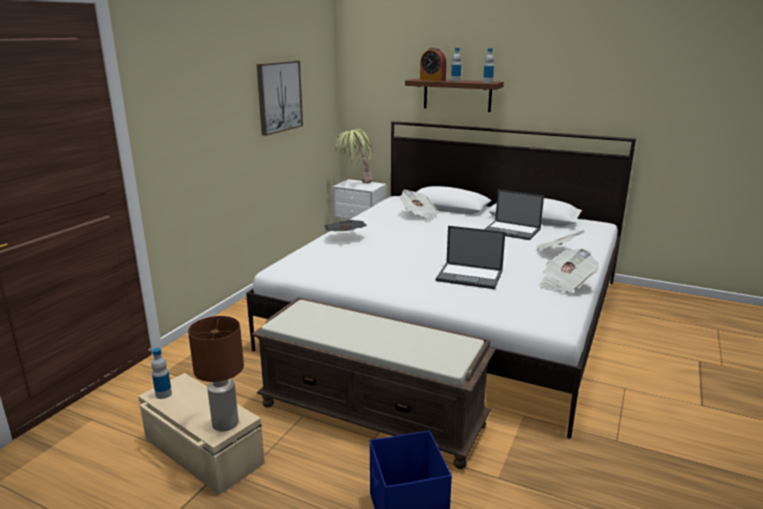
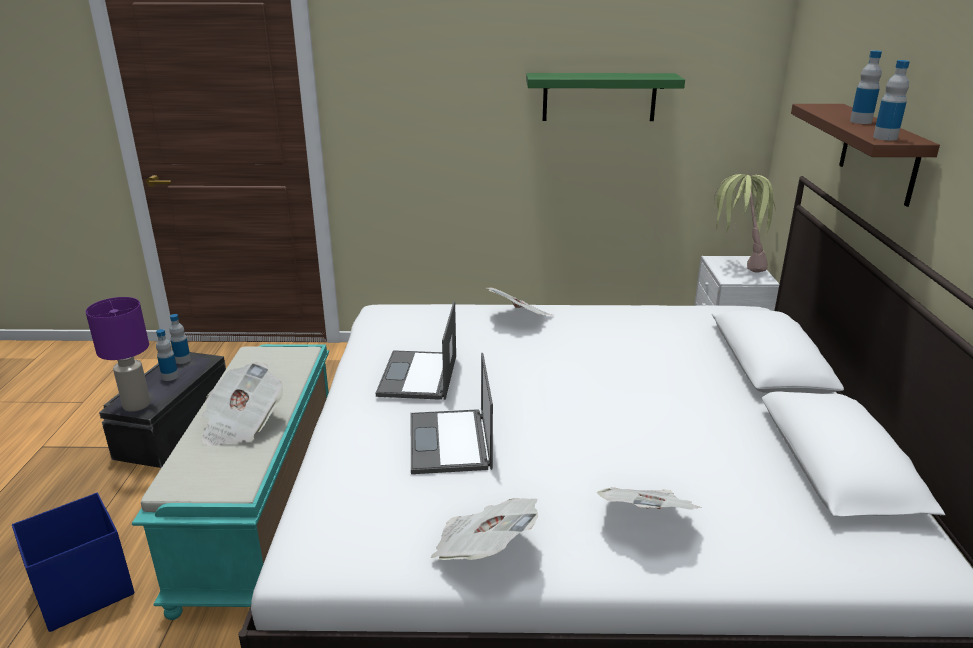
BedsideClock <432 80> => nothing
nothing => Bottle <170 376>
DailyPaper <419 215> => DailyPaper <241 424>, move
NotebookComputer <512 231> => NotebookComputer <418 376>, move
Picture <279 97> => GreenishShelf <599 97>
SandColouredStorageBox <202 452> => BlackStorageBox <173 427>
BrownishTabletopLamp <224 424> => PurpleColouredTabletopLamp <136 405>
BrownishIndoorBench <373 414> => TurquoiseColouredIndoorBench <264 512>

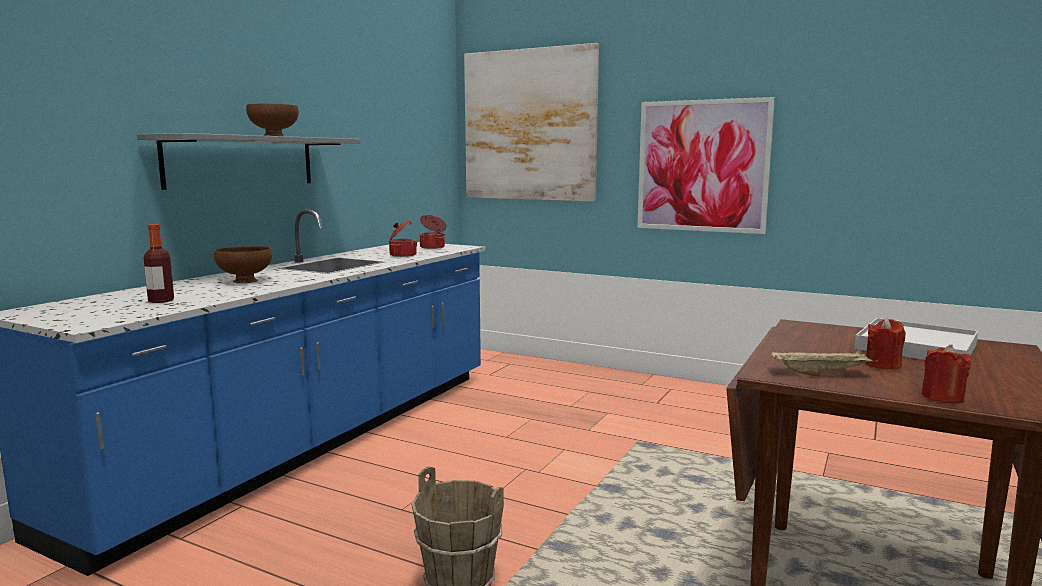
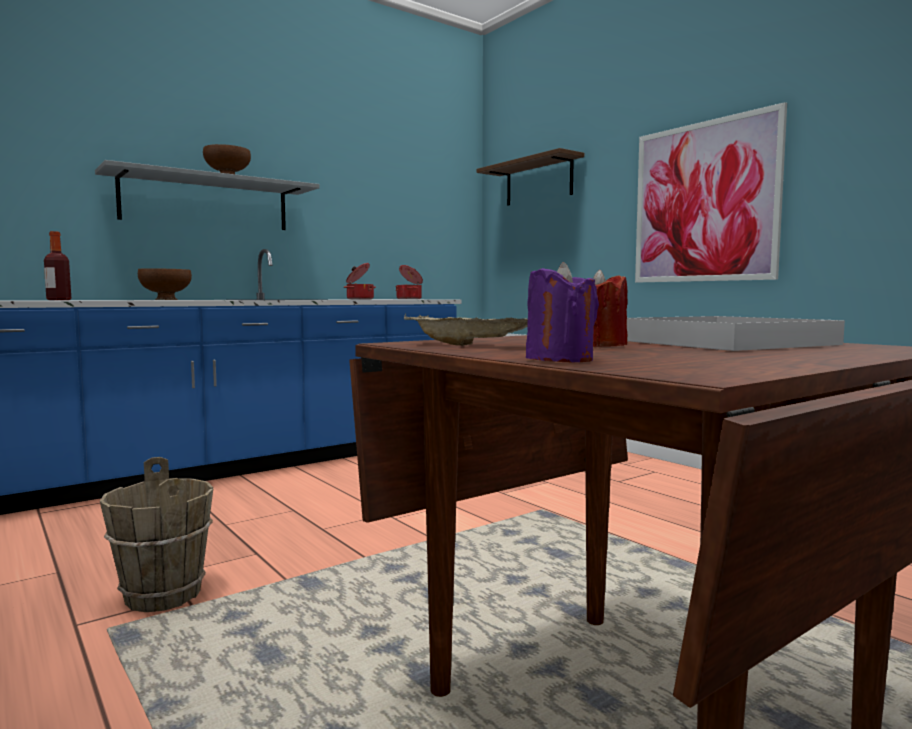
Picture <529 125> => Shelf <538 181>
RedColouredCandle <942 397> => PurpleColouredCandle <560 359>

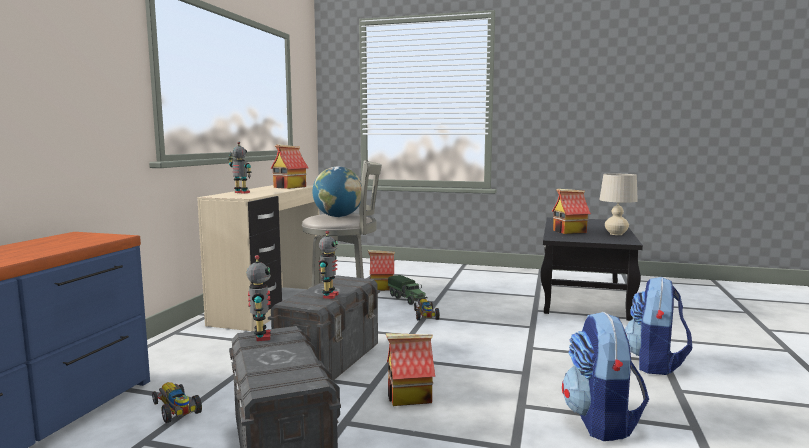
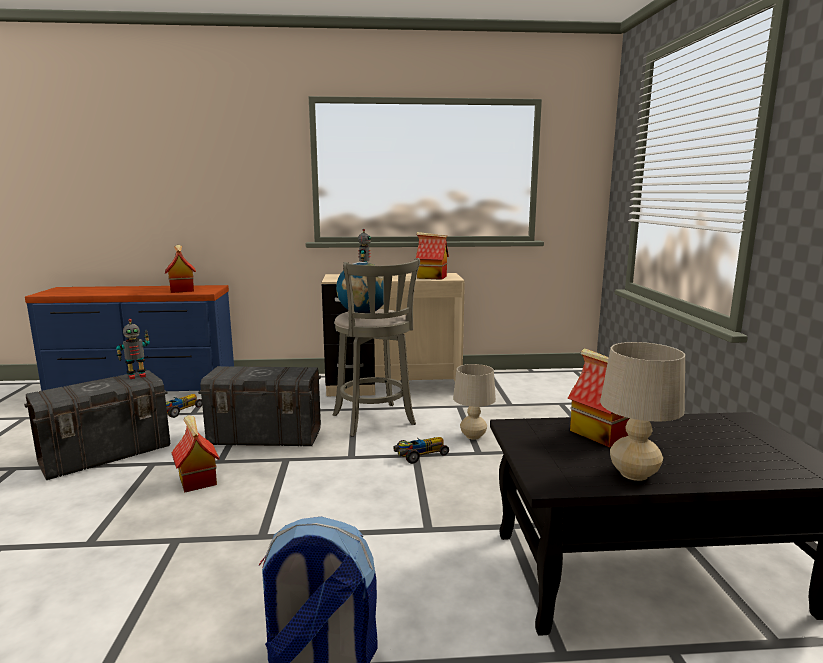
ToyRobot <329 296> => nothing
Backpack <601 422> => nothing
MiniatureHouse <381 288> => MiniatureHouse <181 290>, move
ModelTruck <407 299> => SandColouredTabletopLamp <473 436>

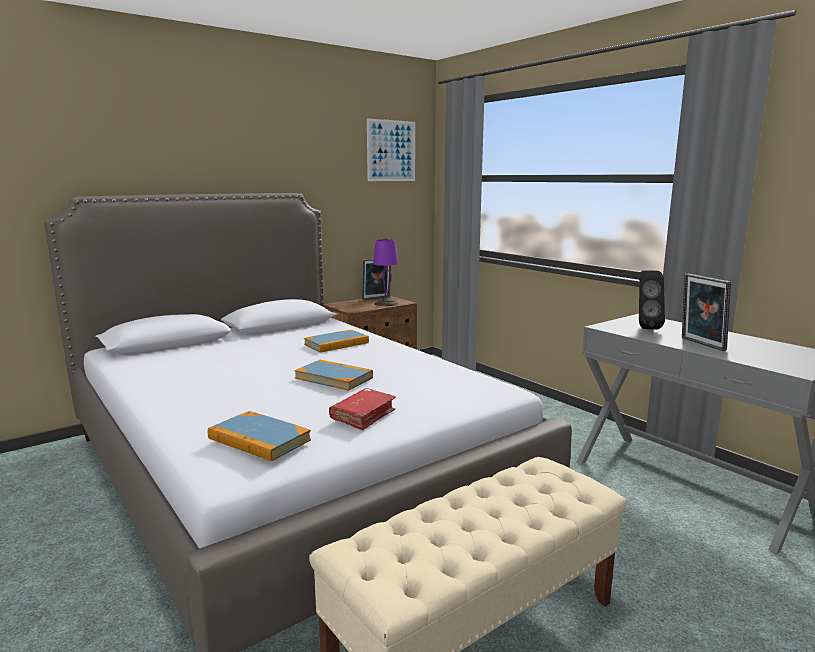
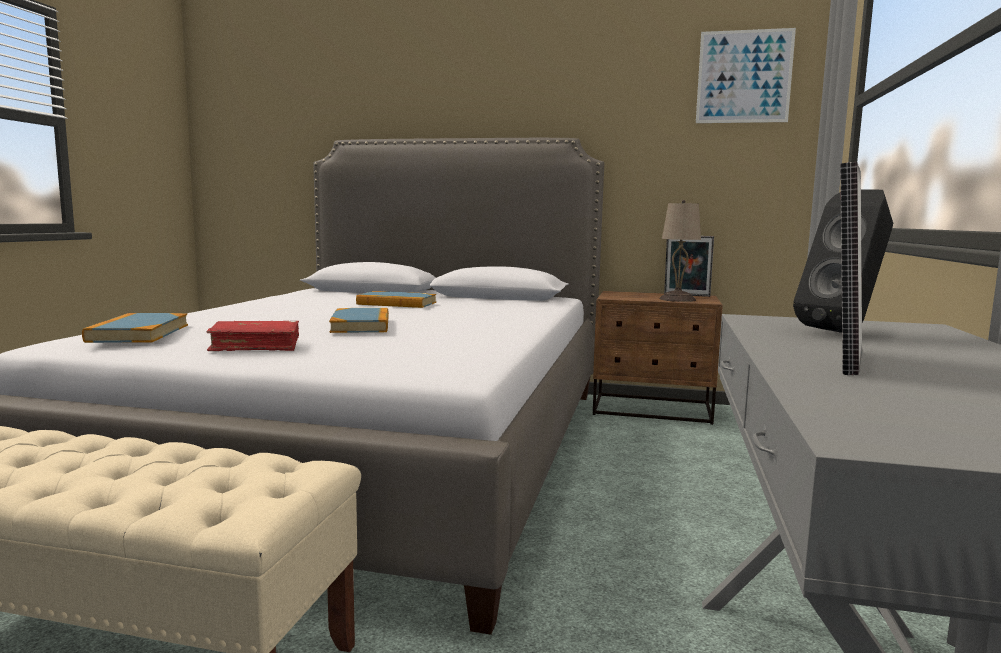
Book <336 344> => Book <396 303>, move
PurpleColouredTabletopLamp <386 303> => SandColouredTabletopLamp <677 299>

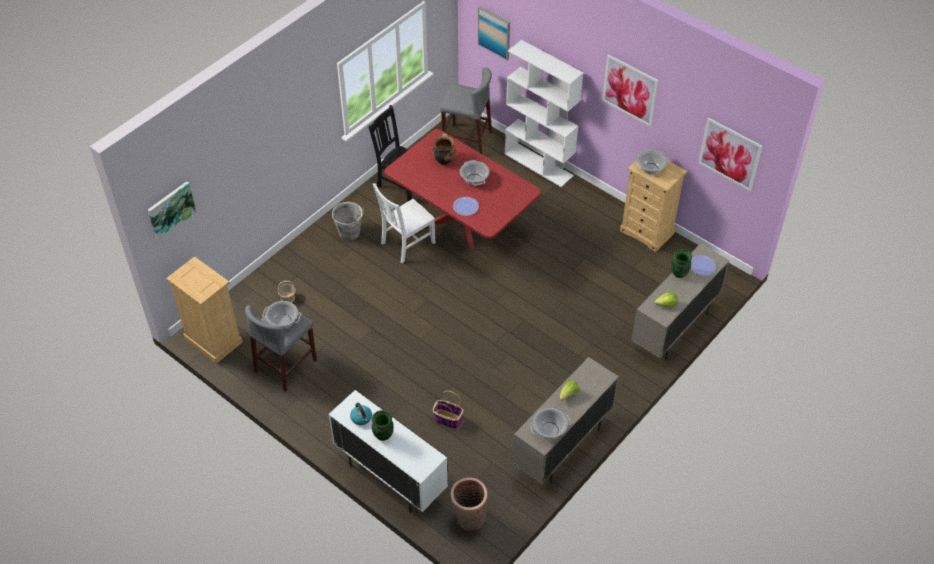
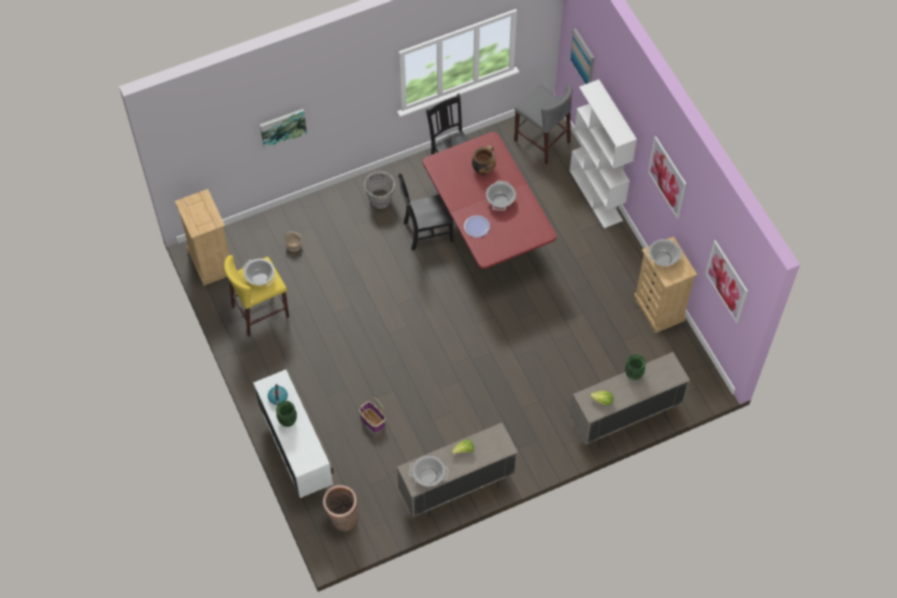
Plate <702 265> => nothing
Picture <171 210> => Picture <282 127>, move
GraySittingStool <286 366> => YellowishSittingStool <260 312>
WhiteUprightChair <406 244> => BlackUprightChair <426 232>

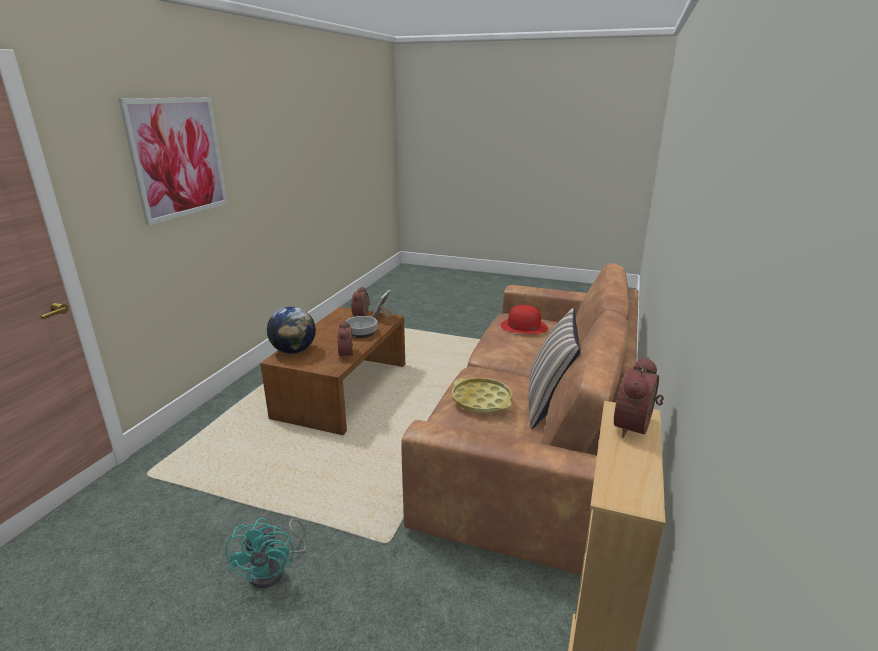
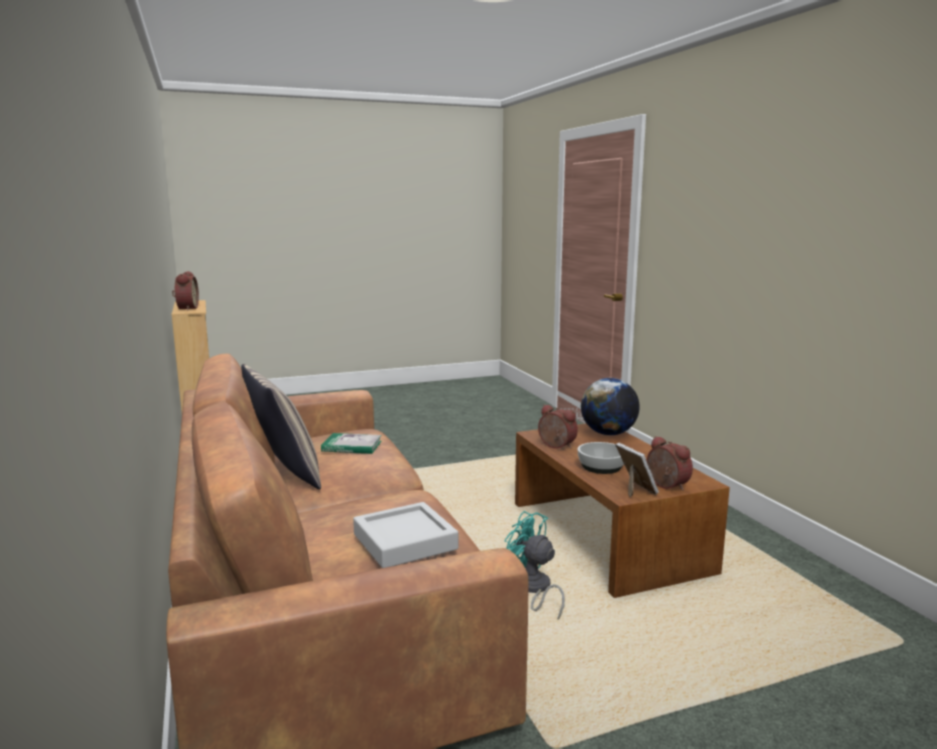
Picture <178 158> => nothing
TurquoiseColouredFan <274 569> => TurquoiseColouredFan <533 590>, move
YellowishServingTray <481 400> => Book <352 446>
RedColouredHat <523 326> => GrayServingTray <405 542>

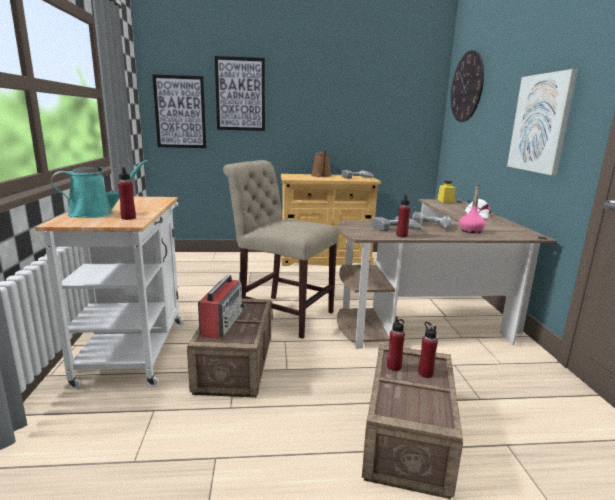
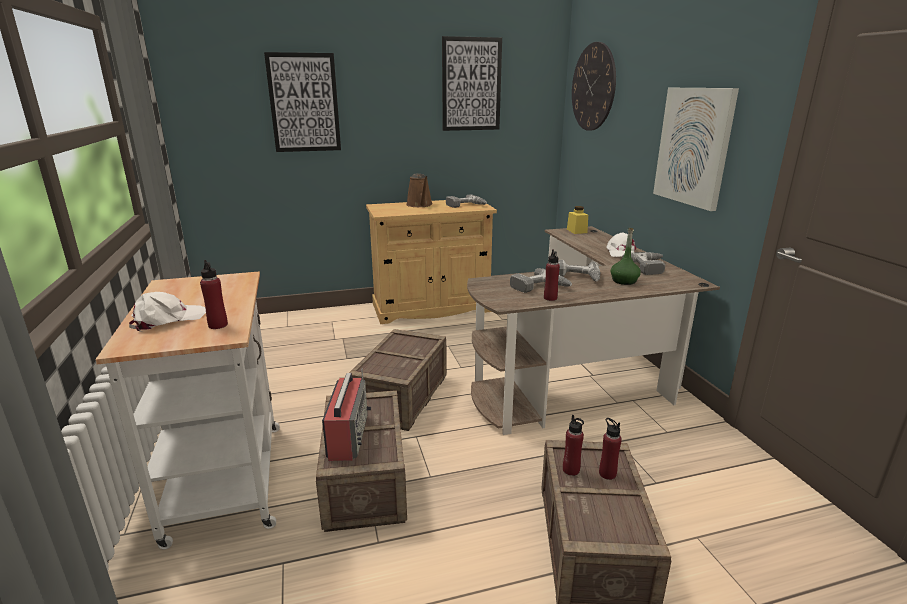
nothing => PowerDrill <650 267>
Picture <180 112> => Picture <471 84>, move
TurquoiseColouredWateringPot <96 213> => WhiteCap <167 320>
SandColouredUprightChair <281 314> => ShippingCrate <401 397>
PinkColouredBottle <471 231> => GreenishBottle <624 281>

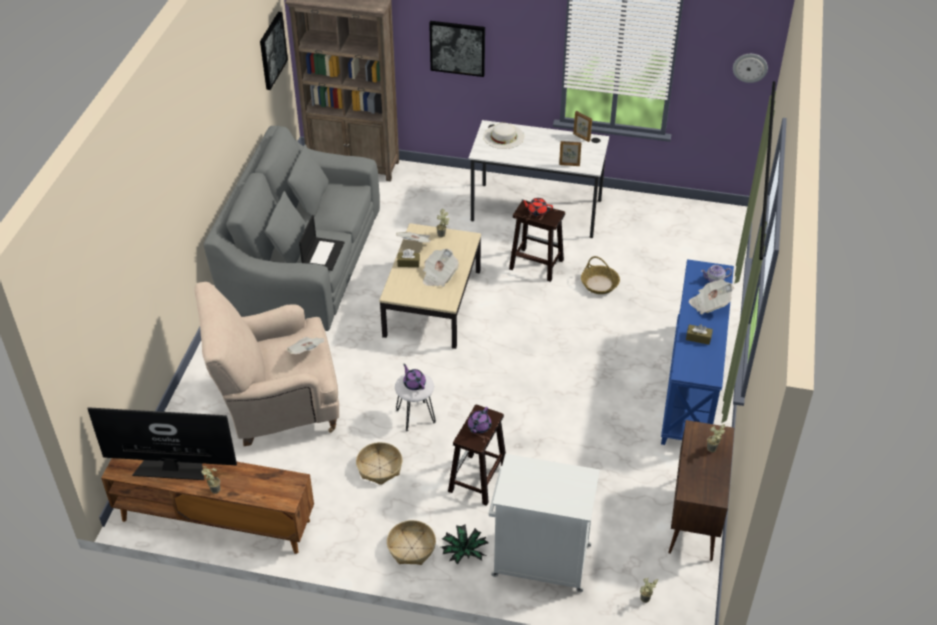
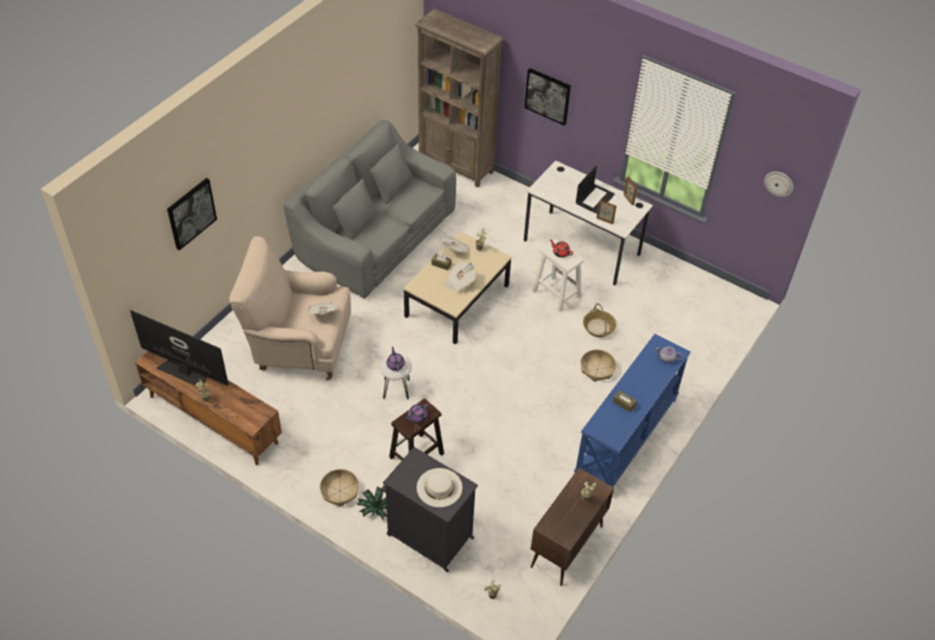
DailyPaper <709 304> => nothing
Picture <272 50> => Picture <191 213>, move
NotebookComputer <323 254> => NotebookComputer <594 198>, move
HouseholdBasket <380 468> => HouseholdBasket <597 369>, move
WhiteHat <503 136> => WhiteHat <439 487>, move
WhiteCupboard <539 560> => BlackCupboard <428 536>
BrownishSittingStool <535 264> => WhiteSittingStool <555 294>

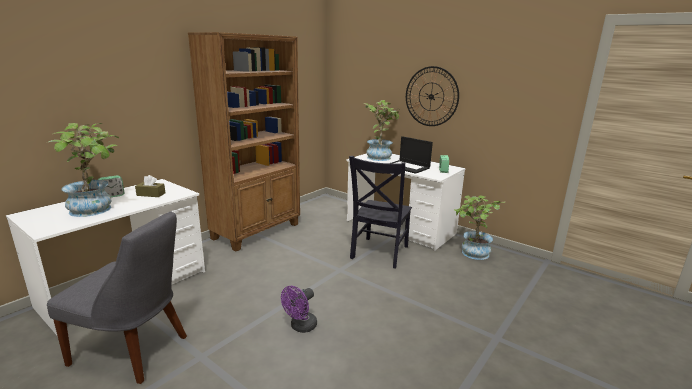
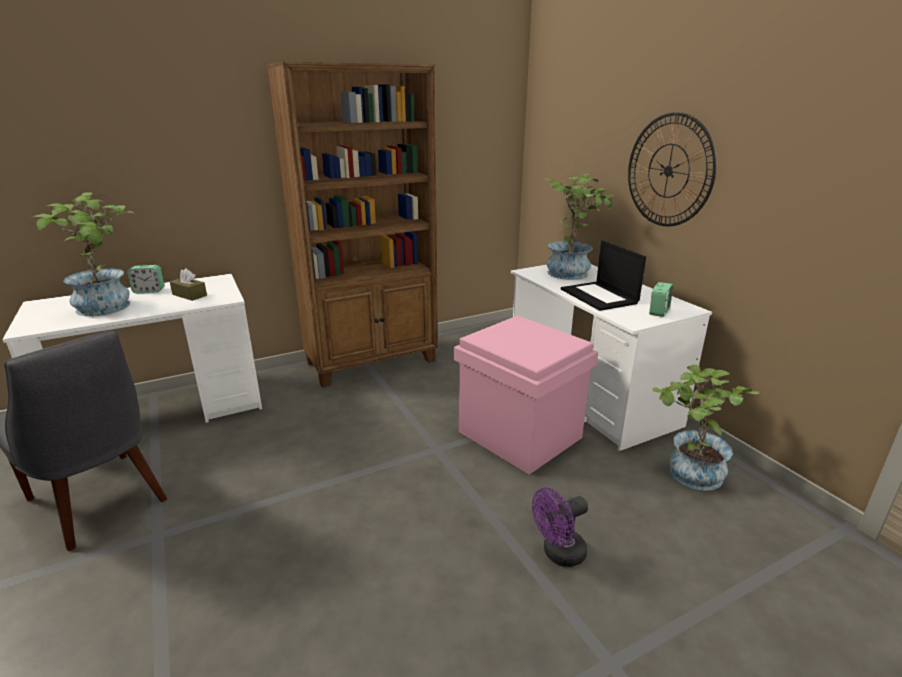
PurpleColouredFan <300 327> => PurpleColouredFan <558 554>, move
BlackUprightChair <378 253> => PinkColouredStorageBox <518 434>

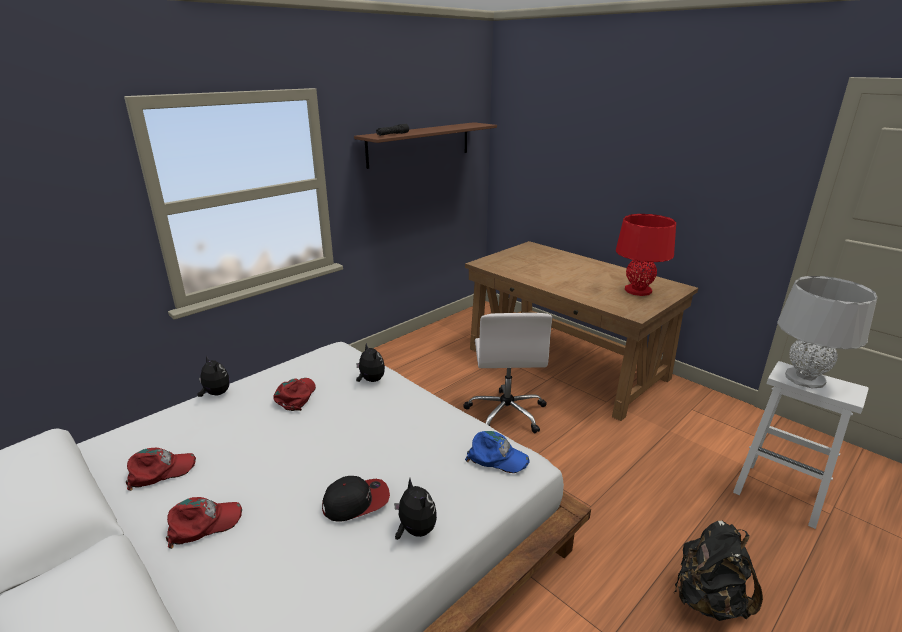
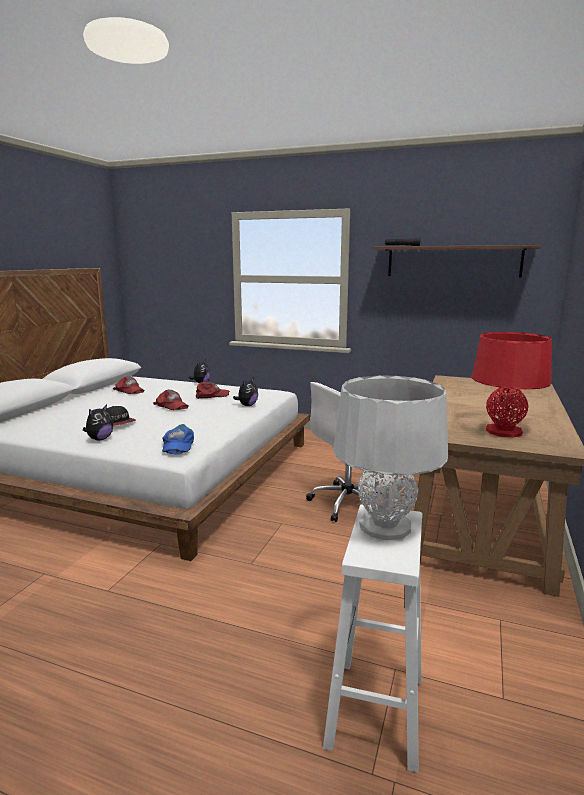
BlackBackpack <708 600> => nothing
RedColouredCap <203 523> => RedColouredCap <171 405>, move

